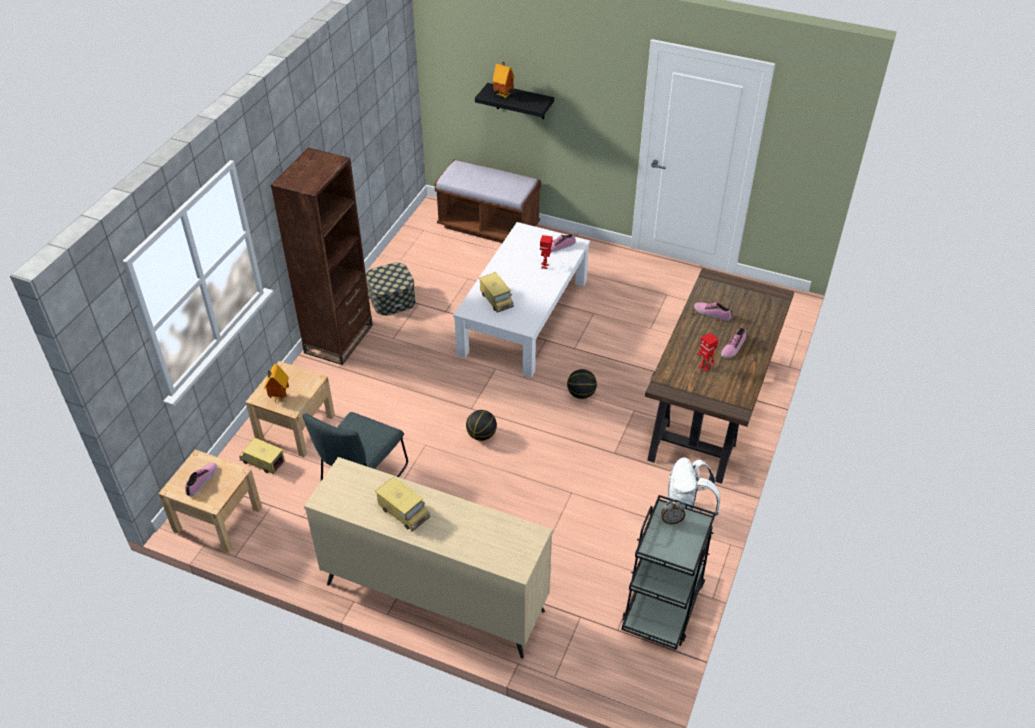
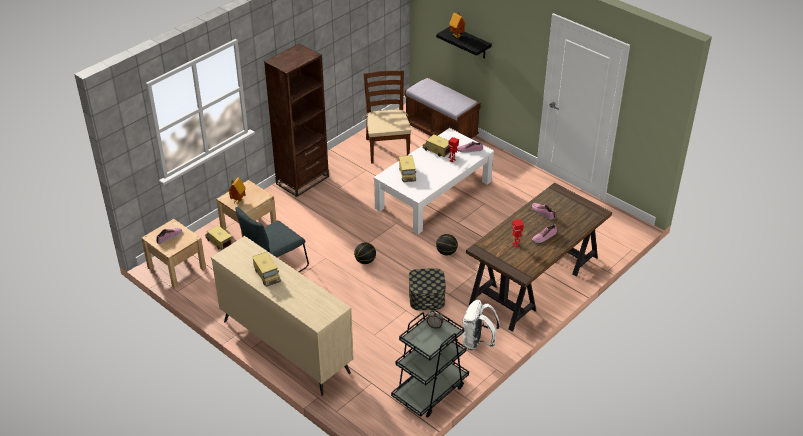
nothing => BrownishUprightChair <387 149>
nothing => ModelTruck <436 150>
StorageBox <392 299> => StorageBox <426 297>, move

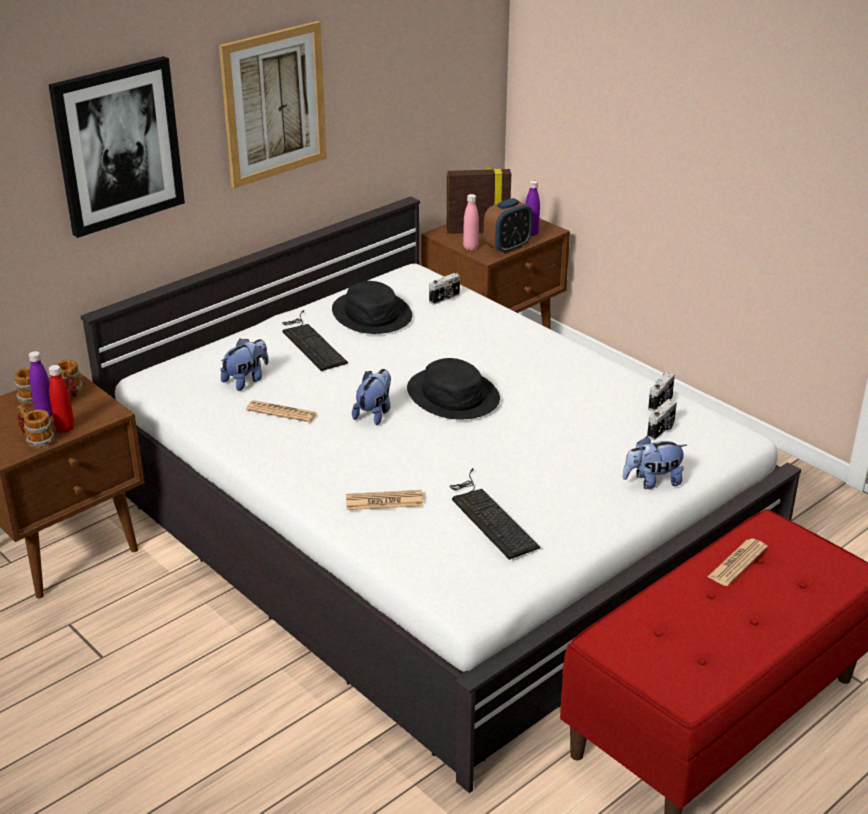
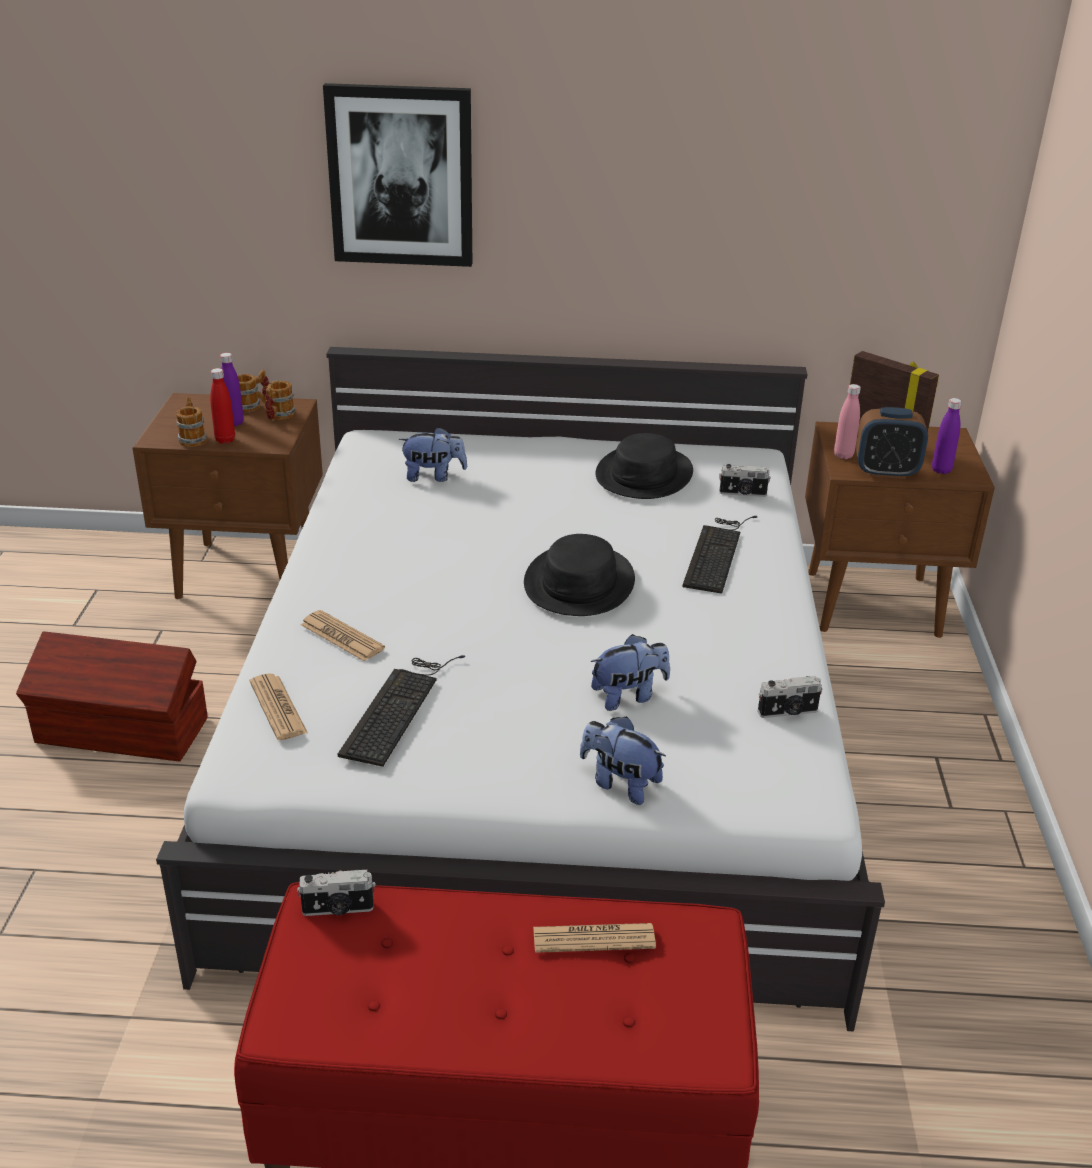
Picture <274 104> => nothing
nothing => BrownishStorageBox <122 732>
DailyPaper <281 412> => DailyPaper <278 708>, move
PcKeyboard <311 342> => PcKeyboard <717 552>, move
PlushToy <374 413> => PlushToy <628 696>, move
StillCamera <662 430> => StillCamera <338 909>, move

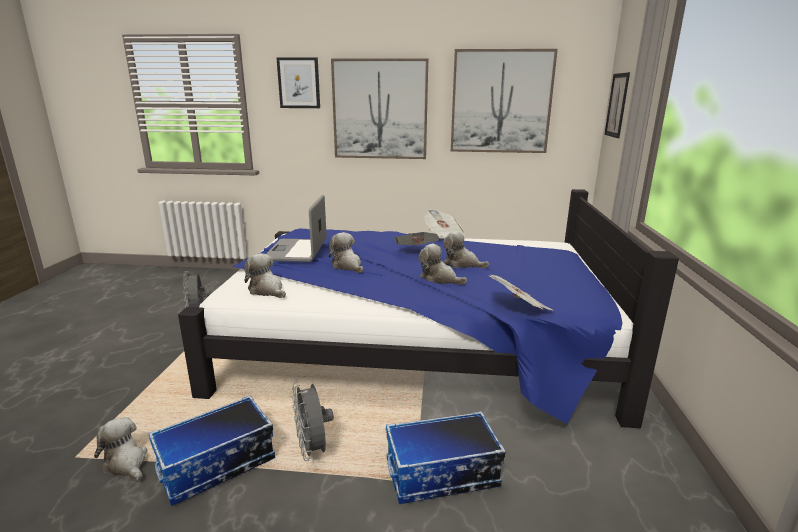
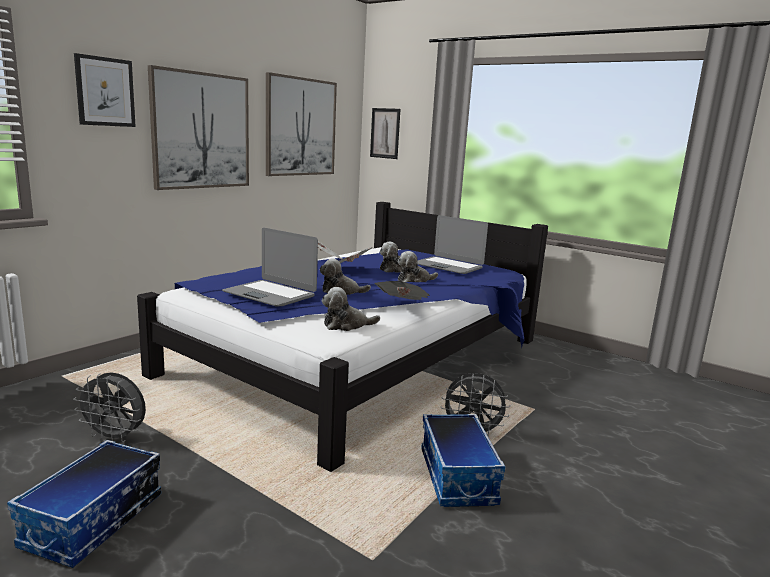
PlushToy <126 463> => nothing
nothing => NotebookComputer <448 266>
StorageBox <441 475> => StorageBox <94 522>, move
DailyPaper <519 308> => DailyPaper <402 305>, move

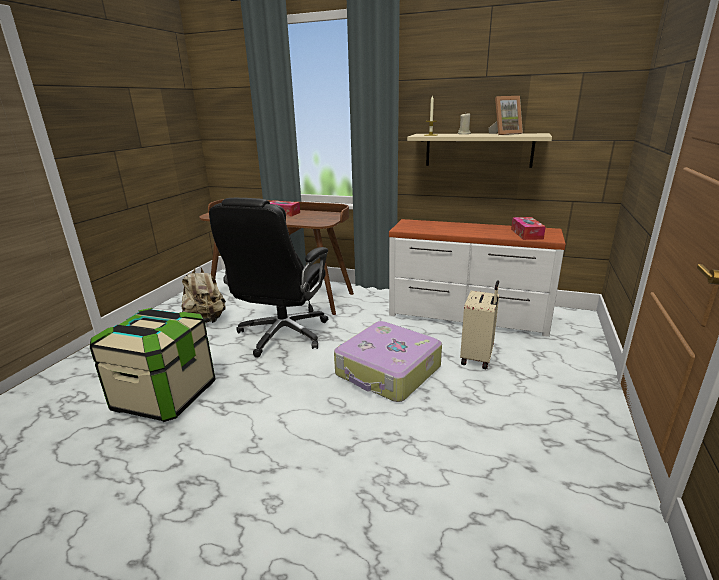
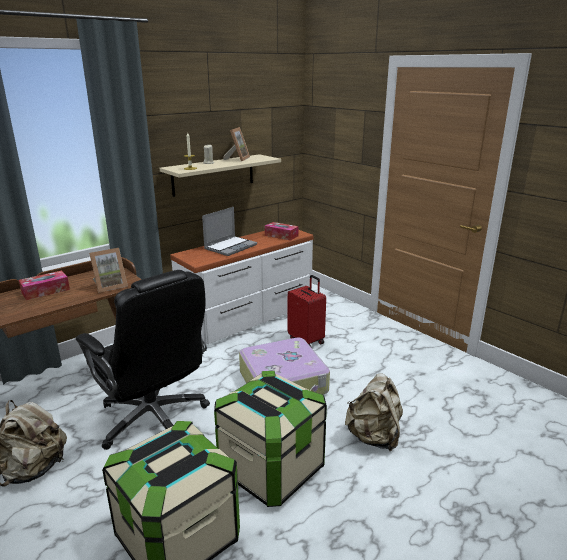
nothing => StandingFrame <110 286>
nothing => NotebookComputer <230 247>
nothing => StorageBox <271 469>
nothing => SandColouredBackpack <374 437>
SandColouredTravelCase <478 358> => RedColouredTravelCase <307 340>

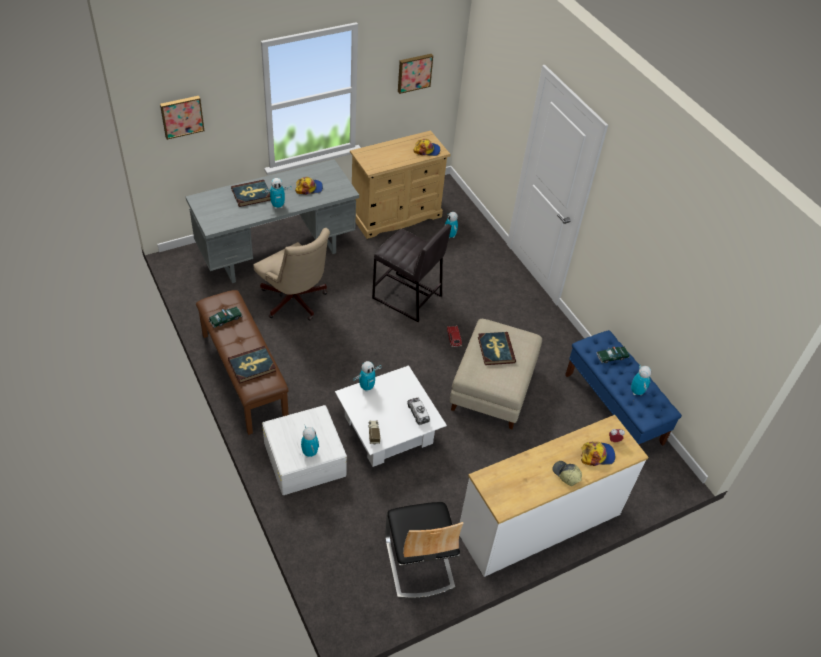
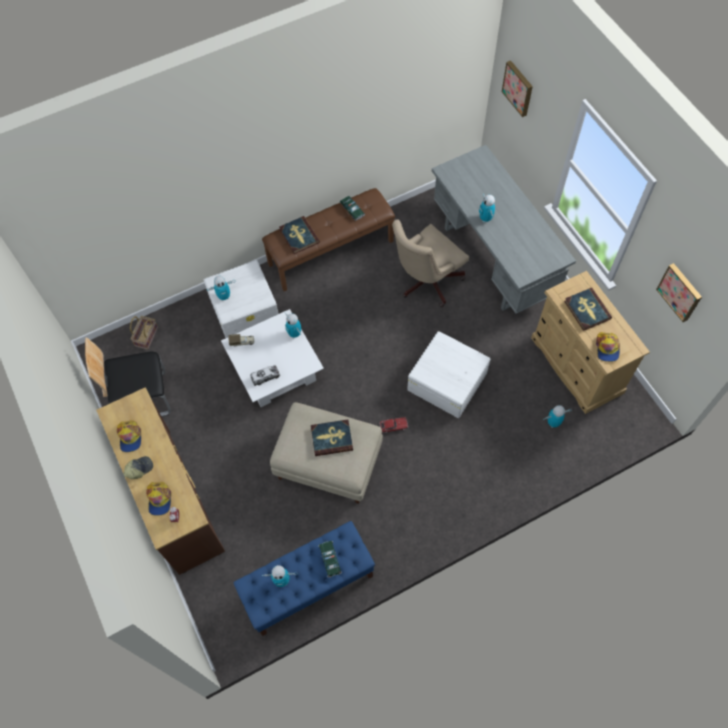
nothing => HouseholdBasket <146 336>
Book <251 195> => Book <587 310>, move
Cap <309 188> => Cap <130 437>, move
GraySittingStool <407 297> => WhiteStorageBox <446 380>
WhiteDrawerChest <540 524> => BrownishDrawerChest <173 499>

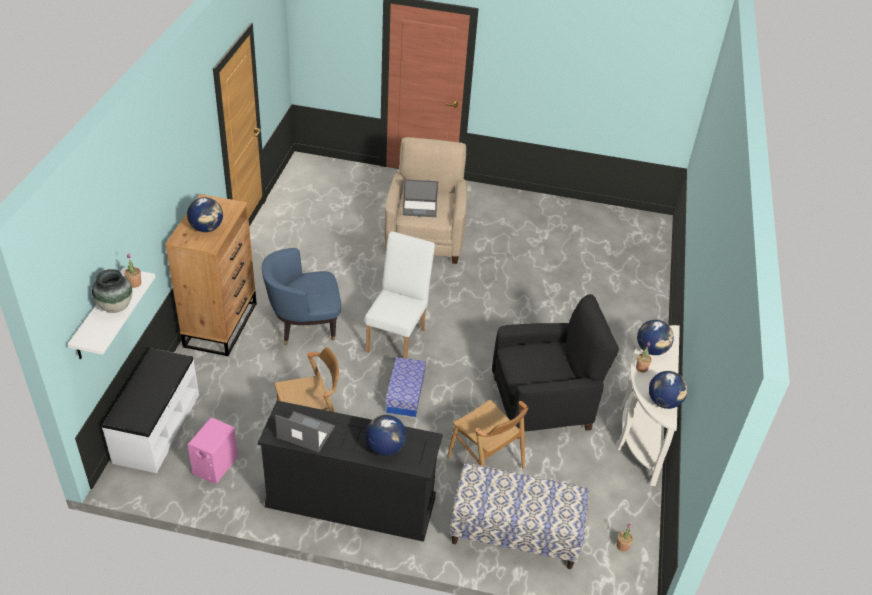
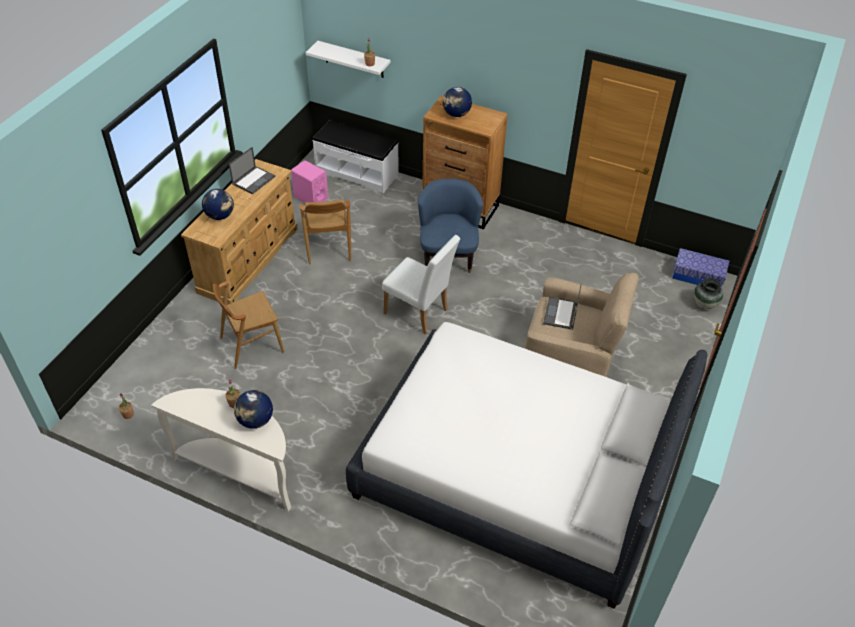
IndoorBench <514 535> => nothing
BlackEasyChair <542 403> => nothing
Globe <664 402> => nothing
nothing => WhiteBedroomBed <515 474>
DecorativeVase <115 307> => DecorativeVase <705 304>, move
StorageBox <405 394> => StorageBox <697 276>, move
BlackDrawerChest <350 502> => SandColouredDrawerChest <248 259>

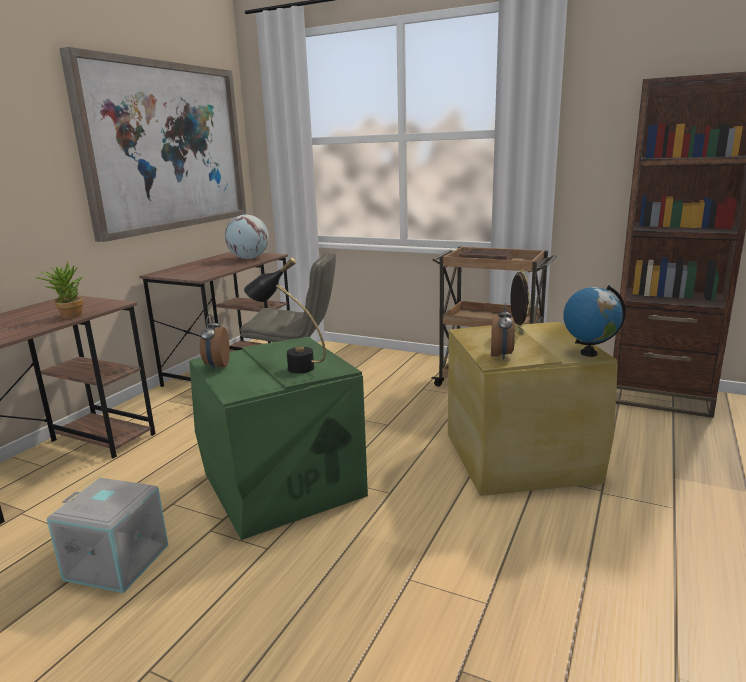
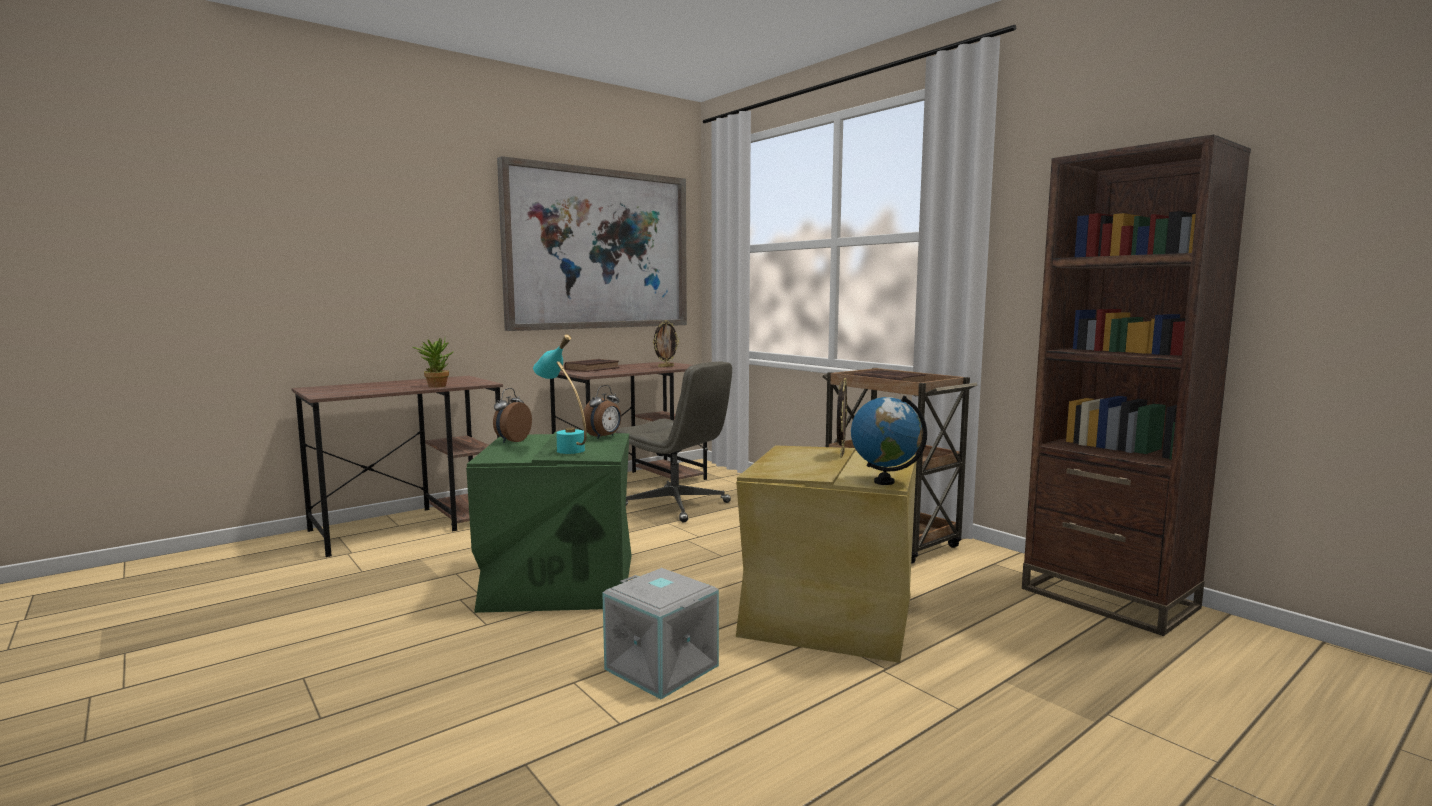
nothing => BrownishBook <593 369>
GrayStorageBox <119 561> => GrayStorageBox <663 667>, move
BedsideClock <501 355> => BedsideClock <604 437>, move
Globe <249 258> => StandingFrame <665 366>
BlackTabletopLamp <289 367> => TurquoiseColouredTabletopLamp <564 448>

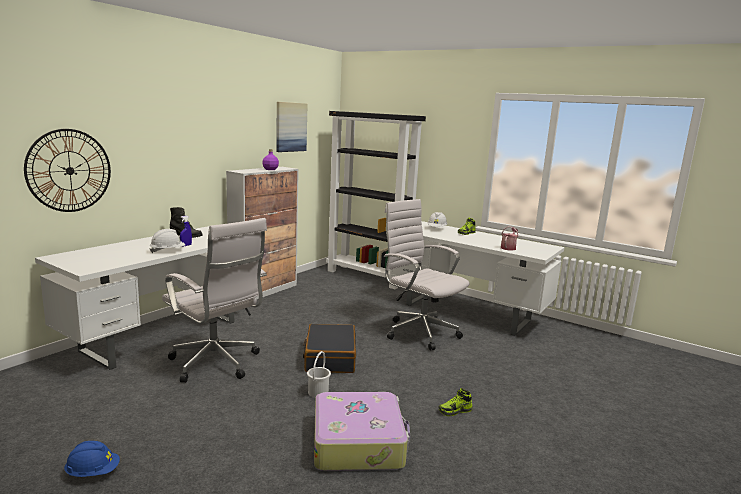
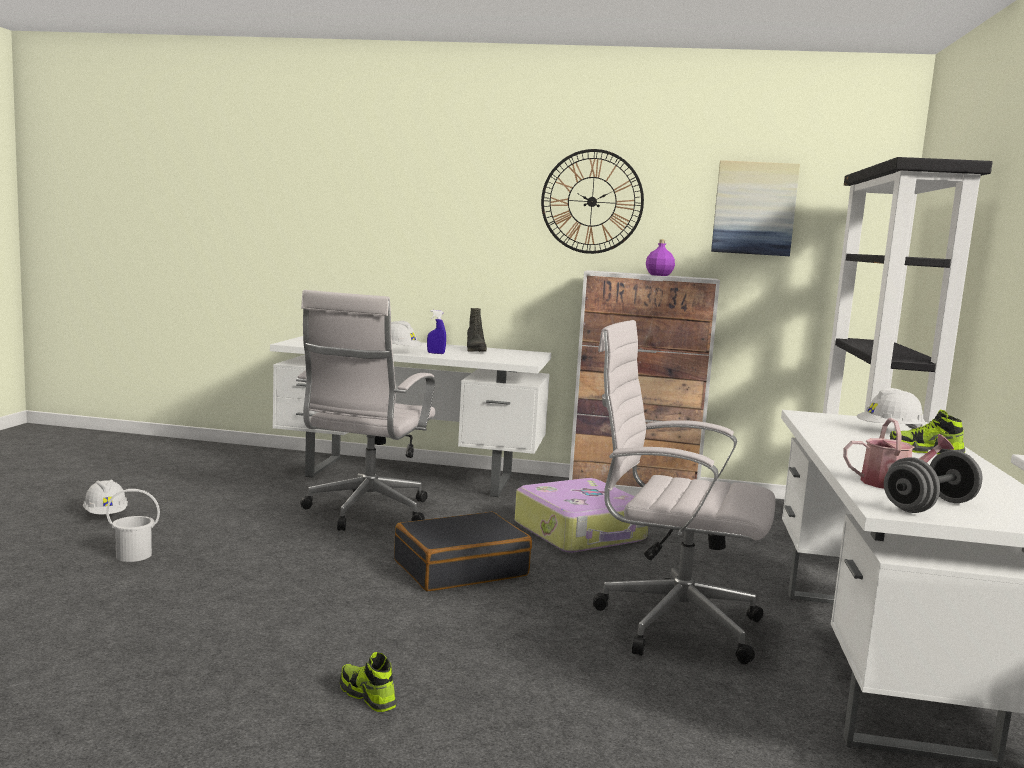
nothing => GrayFreeWeight <929 506>
WallClock <69 170> => WallClock <592 201>, move
WhiteWaterBucket <317 392> => WhiteWaterBucket <133 555>, move
TravelCase <358 442> => TravelCase <581 532>, move
BluishWorkHelmet <93 472> => WhiteWorkHelmet <106 515>
WhiteComputerChair <419 332> => WhiteComputerChair <670 623>, 90 degrees counterclockwise

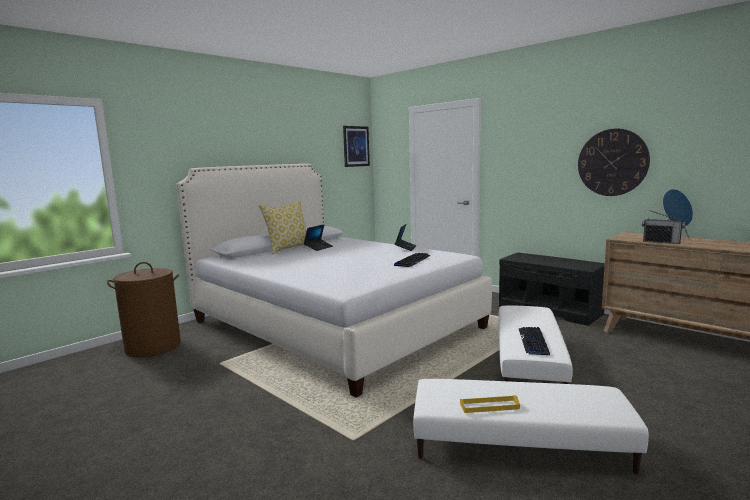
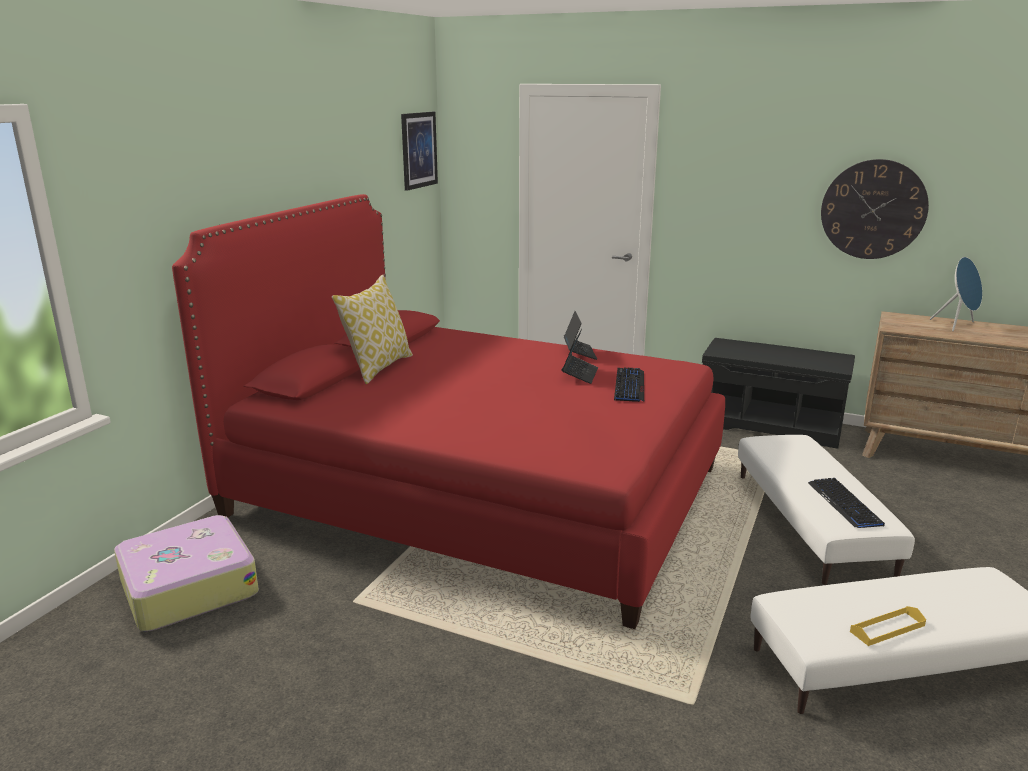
RadioReceiver <661 242> => nothing
NotebookComputer <318 248> => NotebookComputer <579 374>, move
BrownishWashingBasket <153 347> => TravelCase <187 587>
WhiteBedroomBed <333 324> => RedColouredBedroomBed <476 491>

